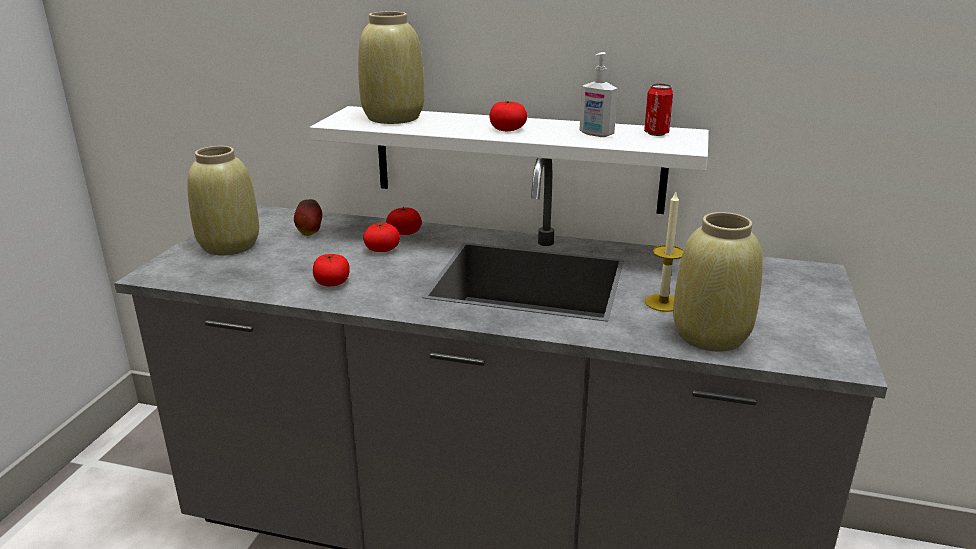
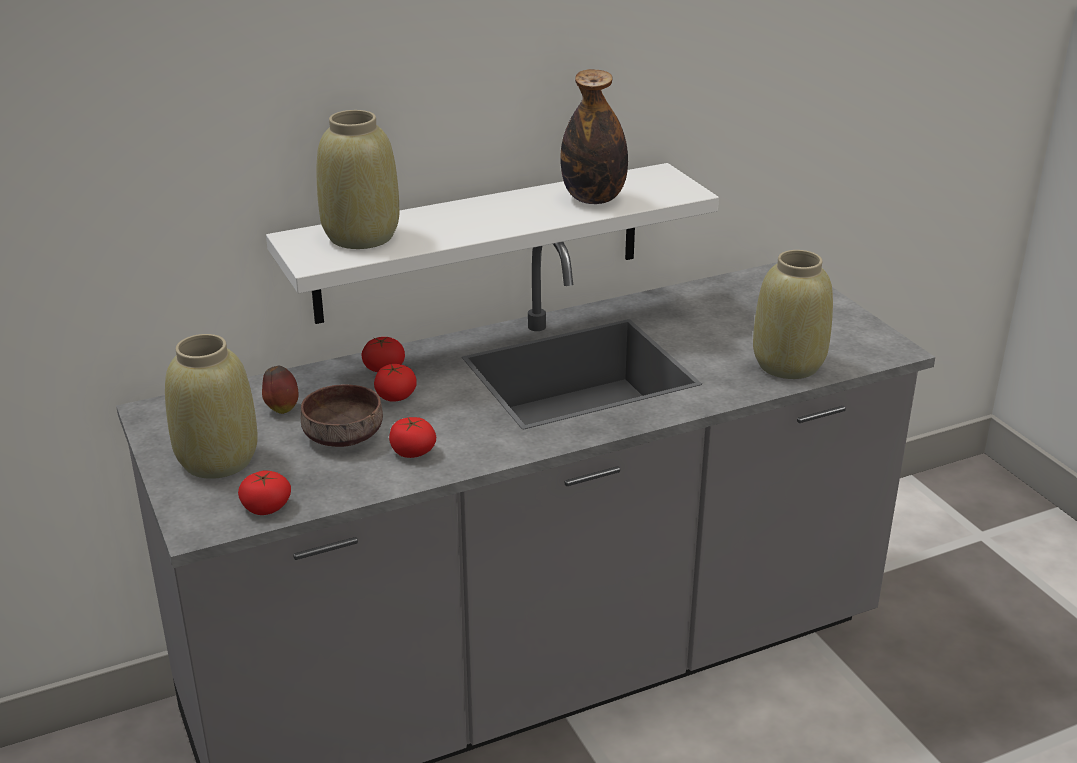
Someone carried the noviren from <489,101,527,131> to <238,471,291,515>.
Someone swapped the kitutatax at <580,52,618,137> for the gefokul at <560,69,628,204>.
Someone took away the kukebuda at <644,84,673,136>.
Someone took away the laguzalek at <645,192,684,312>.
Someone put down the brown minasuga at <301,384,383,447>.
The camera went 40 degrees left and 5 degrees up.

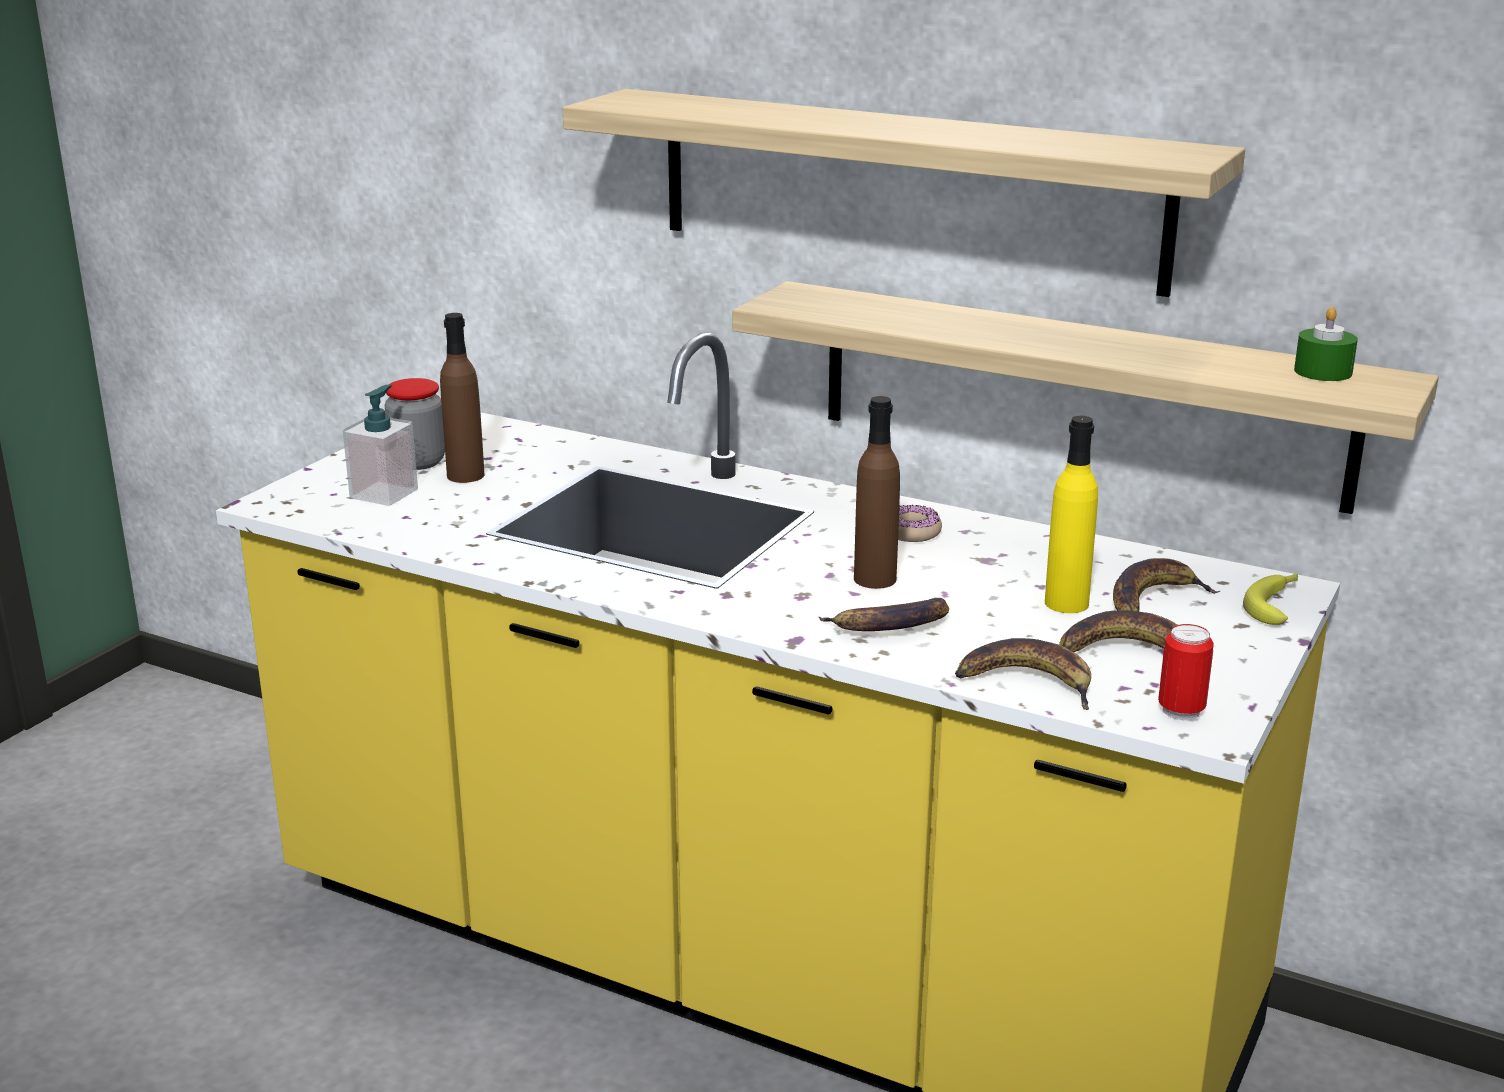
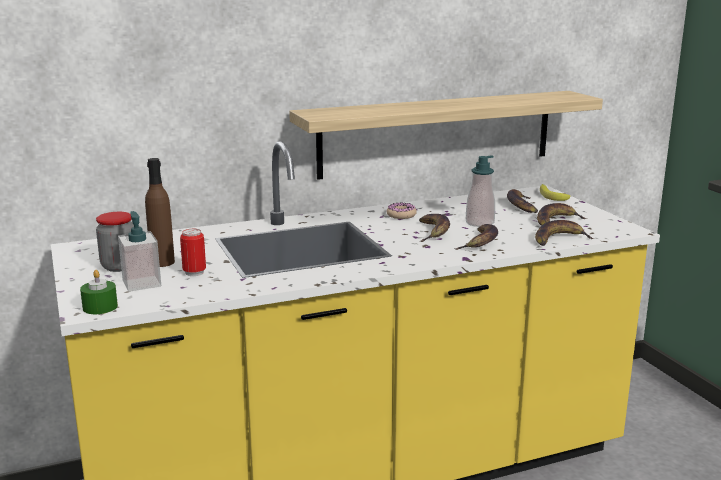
Someone took away the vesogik at <562,89,1245,297>.
Someone swapped the brown gefokul at <854,396,900,589> for the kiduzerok at <419,214,450,242>.
Someone took away the yellow gefokul at <1045,416,1098,613>.
Someone carried the kukebuda from <1158,624,1214,720> to <180,229,206,276>.
Someone carried the green laguzalek from <1294,307,1358,381> to <80,270,118,314>.
Someone put down the kitutatax at <466,155,495,227>.
The camera went 50 degrees left and 5 degrees down.

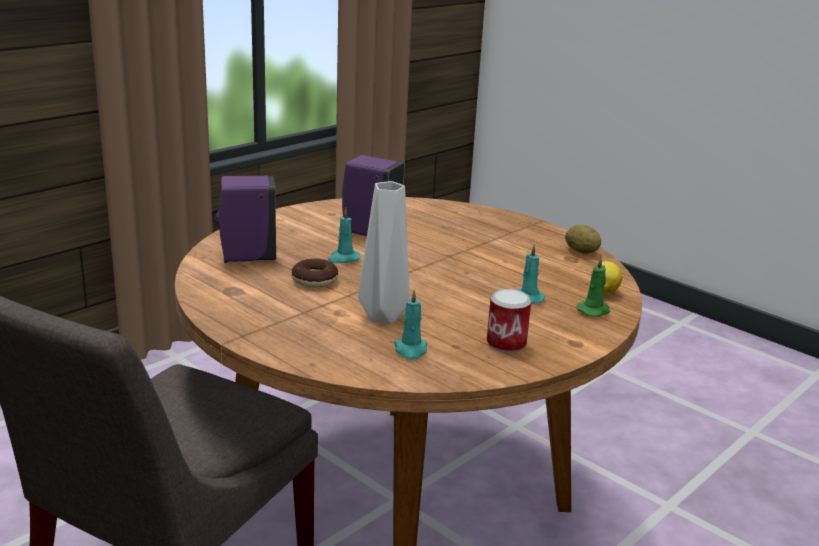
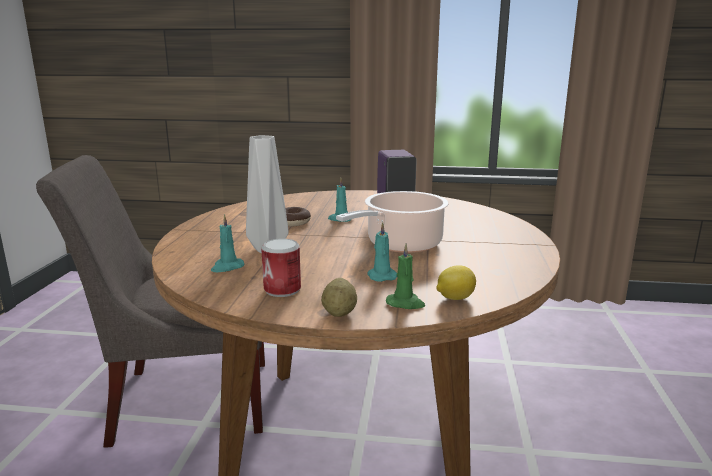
Someone took away the purple kitutatax at <215,176,276,263>.
Someone carried the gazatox from <565,224,601,254> to <321,278,357,317>.
Someone put down the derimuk at <336,191,449,253>.
The camera went 55 degrees right and 5 degrees down.

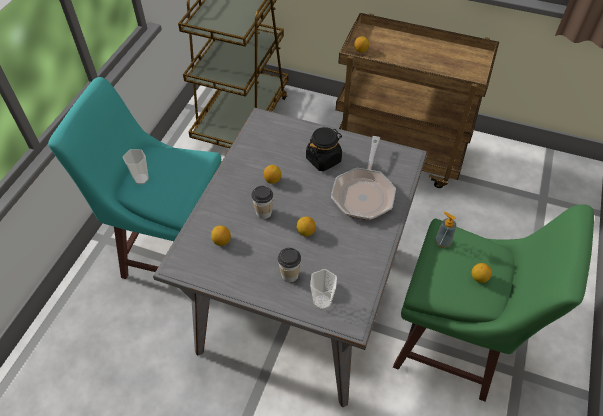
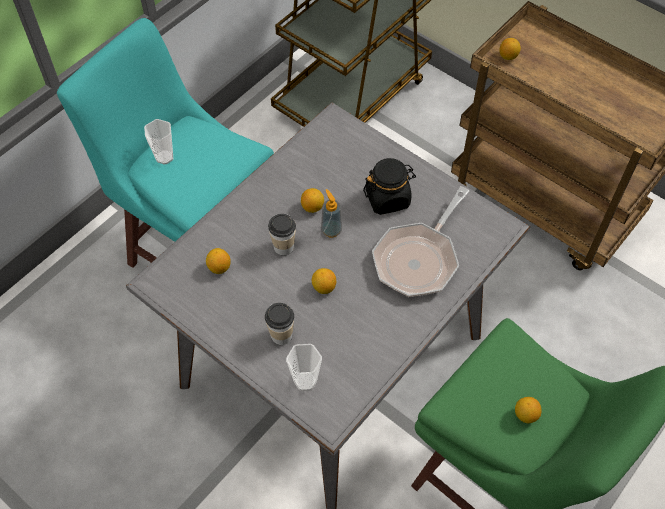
Someone carried the kitutatax from <435,211,456,248> to <321,189,342,238>.
The camera went 20 degrees right and 5 degrees up.

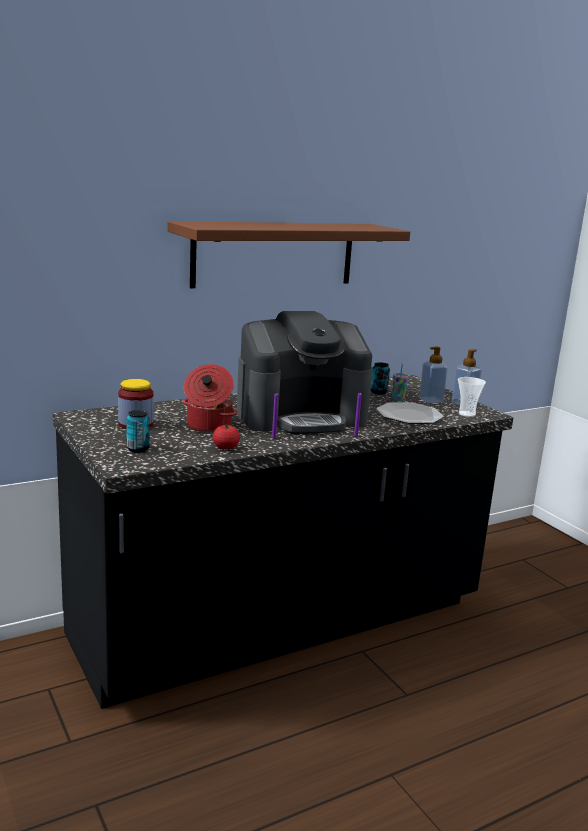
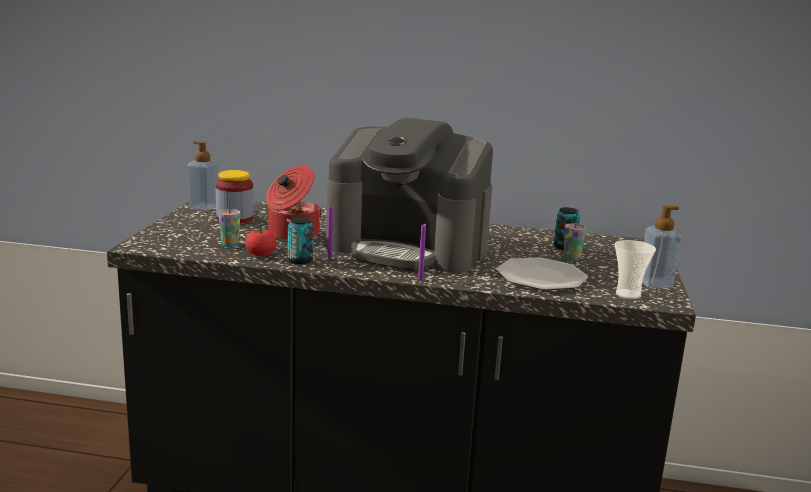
Someone carried the kukebuda from <126,410,149,453> to <288,217,313,264>.
Someone took away the brown vesogik at <167,221,410,288>.
Someone carried the kitutatax from <419,346,448,403> to <187,141,219,211>.
Someone put down the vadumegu at <219,195,240,247>.
The camera went 40 degrees right and 0 degrees up.

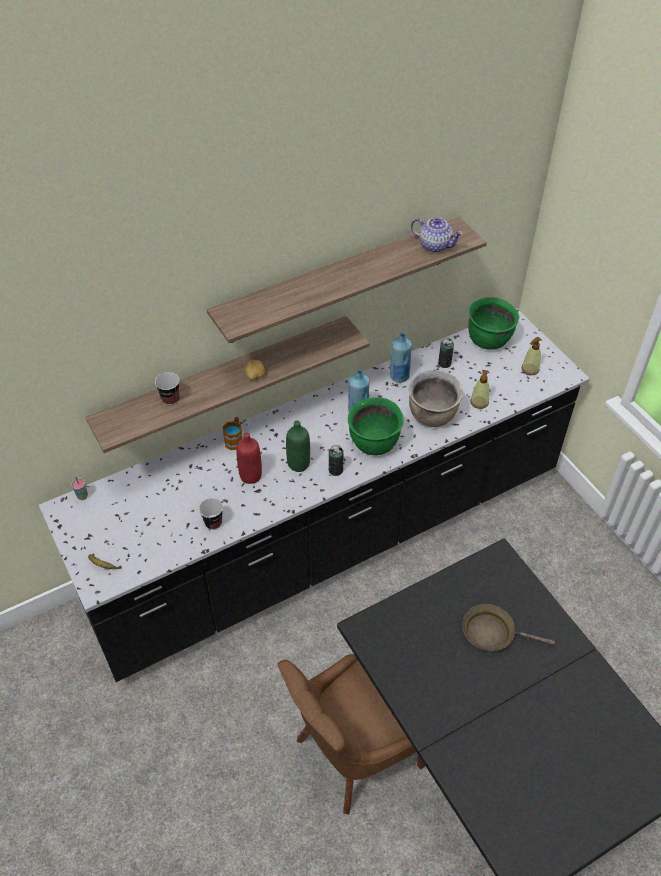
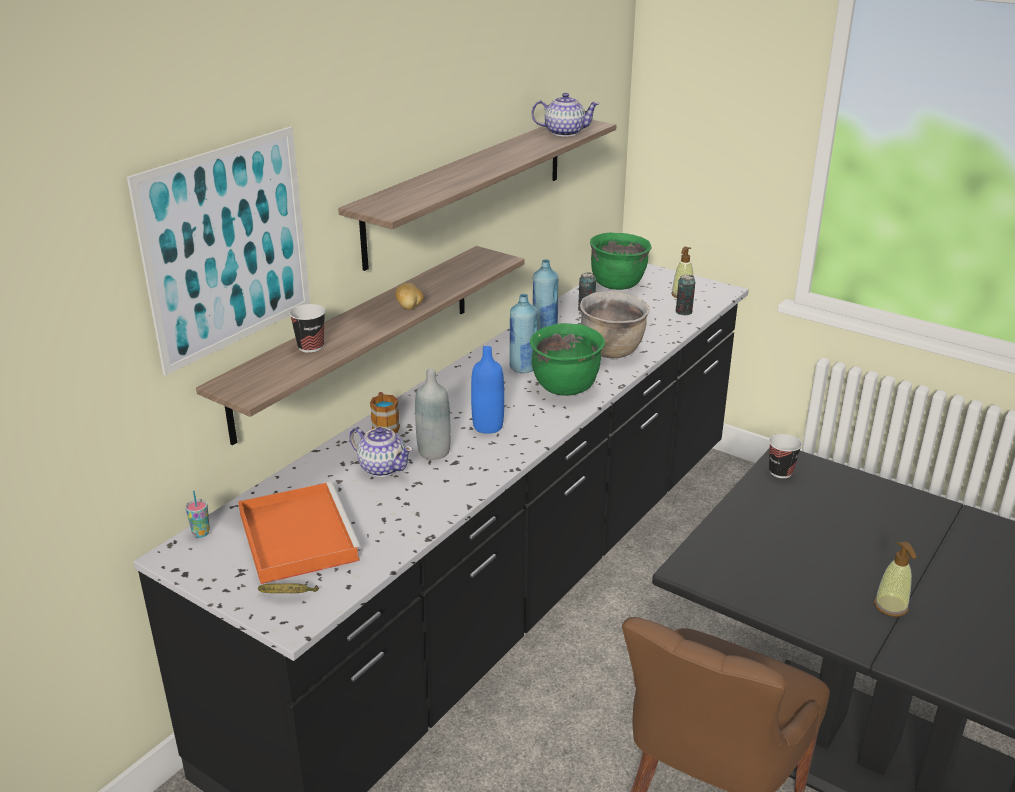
Someone carried the vadumegu from <199,498,223,530> to <769,434,802,478>.
Someone repainted the red gefokul at <236,433,262,484>, which became the grey gefokul at <415,369,451,460>.
Someone repainted the green gefokul at <286,421,310,472>, which became the blue gefokul at <471,346,504,434>.
Someone carried the kukebuda from <329,445,344,476> to <675,275,695,315>.
Someone took away the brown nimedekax at <463,604,555,651>.
Someone carried the kitutatax from <470,370,490,409> to <874,541,916,617>.
Someone put up the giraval at <127,127,310,376>.
Someone put down the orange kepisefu at <238,482,362,584>.
Someone put down the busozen at <349,427,413,477>.
The camera went 25 degrees left and 20 degrees down.

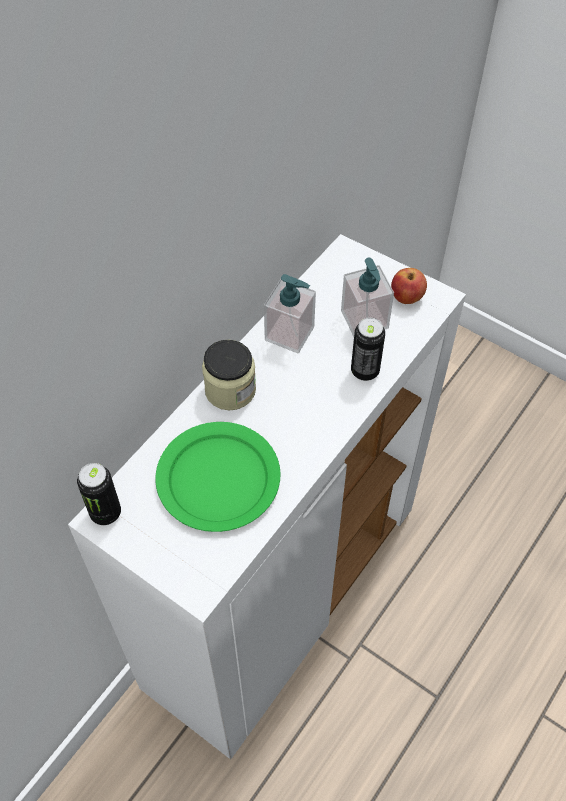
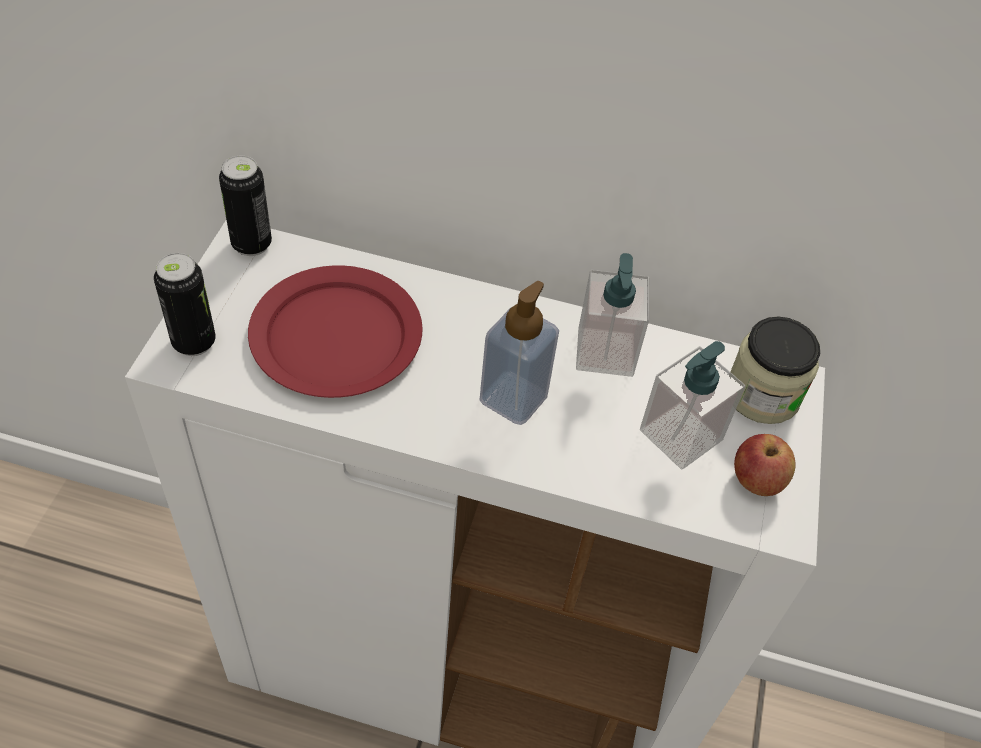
Someone repainted the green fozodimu at <155,422,281,532>, which became the red fozodimu at <248,265,423,398>.
Someone carried the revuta from <202,340,256,410> to <730,316,820,424>.
Someone carried the kukebuda from <351,317,385,381> to <154,253,216,356>.
Someone put down the kitutatax at <479,281,559,425>.
The camera went 65 degrees right and 5 degrees down.

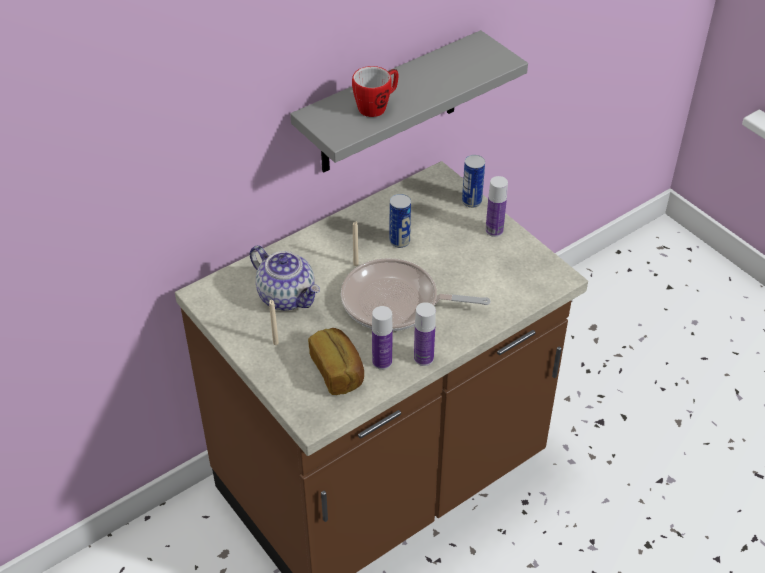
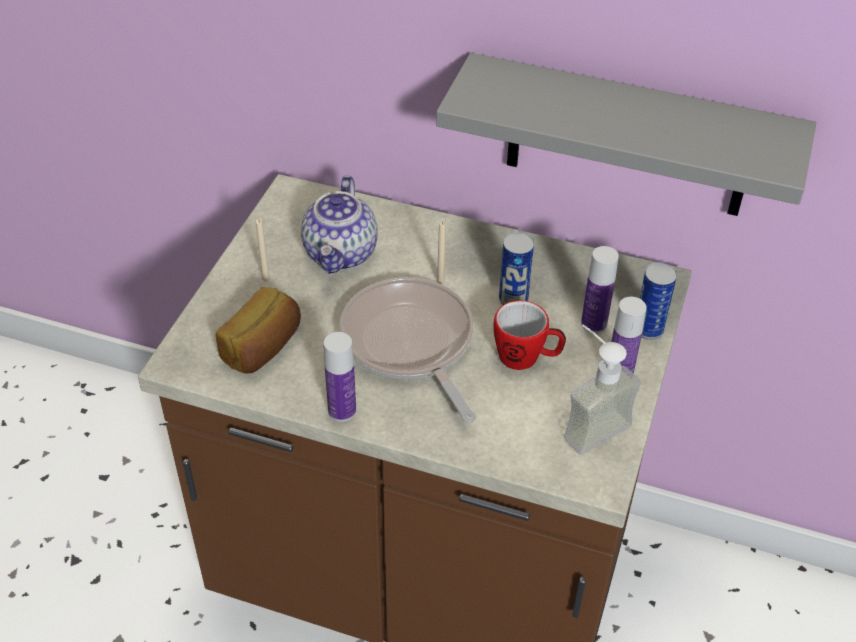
Someone carried the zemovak from <352,66,399,117> to <494,300,566,370>.
Someone carried the gefokul from <372,306,393,370> to <581,246,619,333>.
Someone put down the kitutatax at <564,324,641,455>.
The camera went 55 degrees right and 0 degrees up.

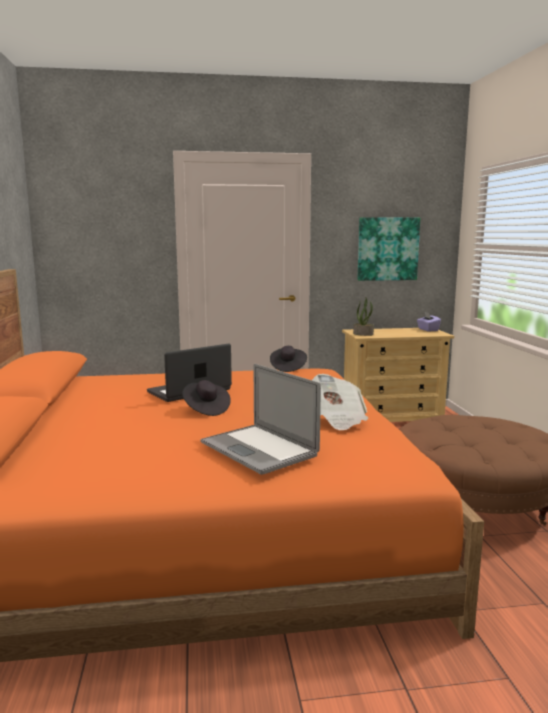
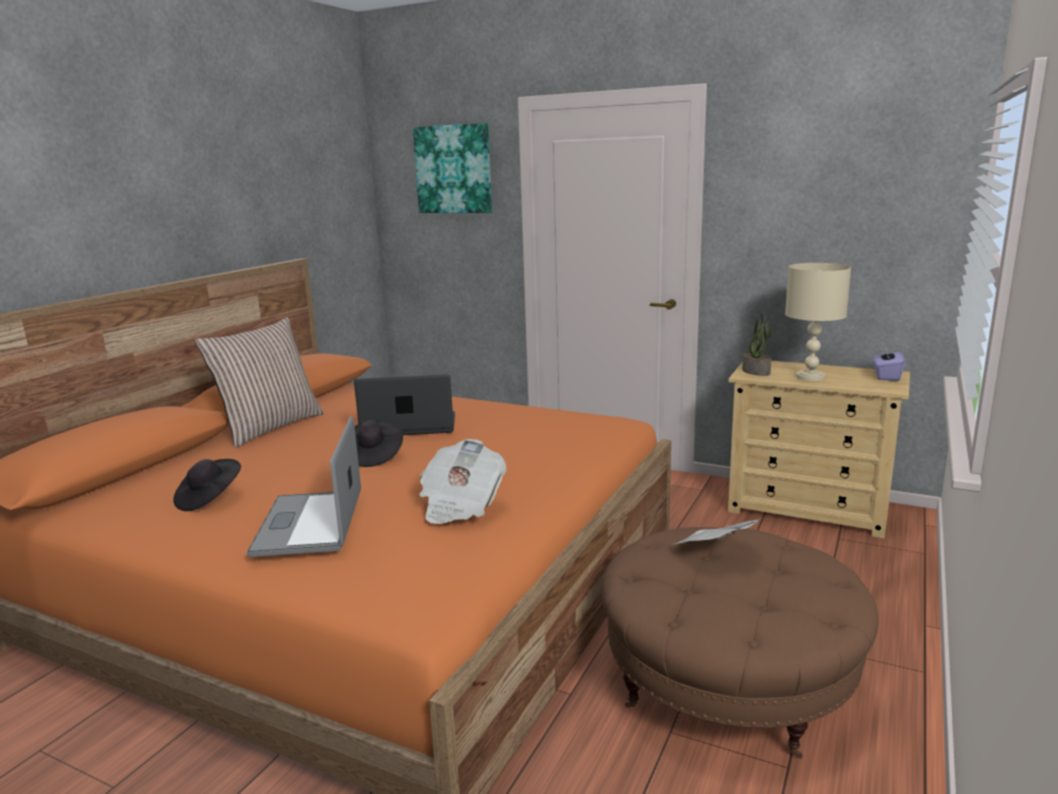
Someone carried the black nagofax from <270,346,307,372> to <173,459,241,511>.
Someone carried the giraval from <357,217,420,281> to <413,123,492,213>.
Someone put down the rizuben at <194,317,324,448>.
Someone put down the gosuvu at <671,518,763,545>.
Someone put down the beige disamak at <785,263,851,381>.
The camera went 35 degrees right and 5 degrees up.

